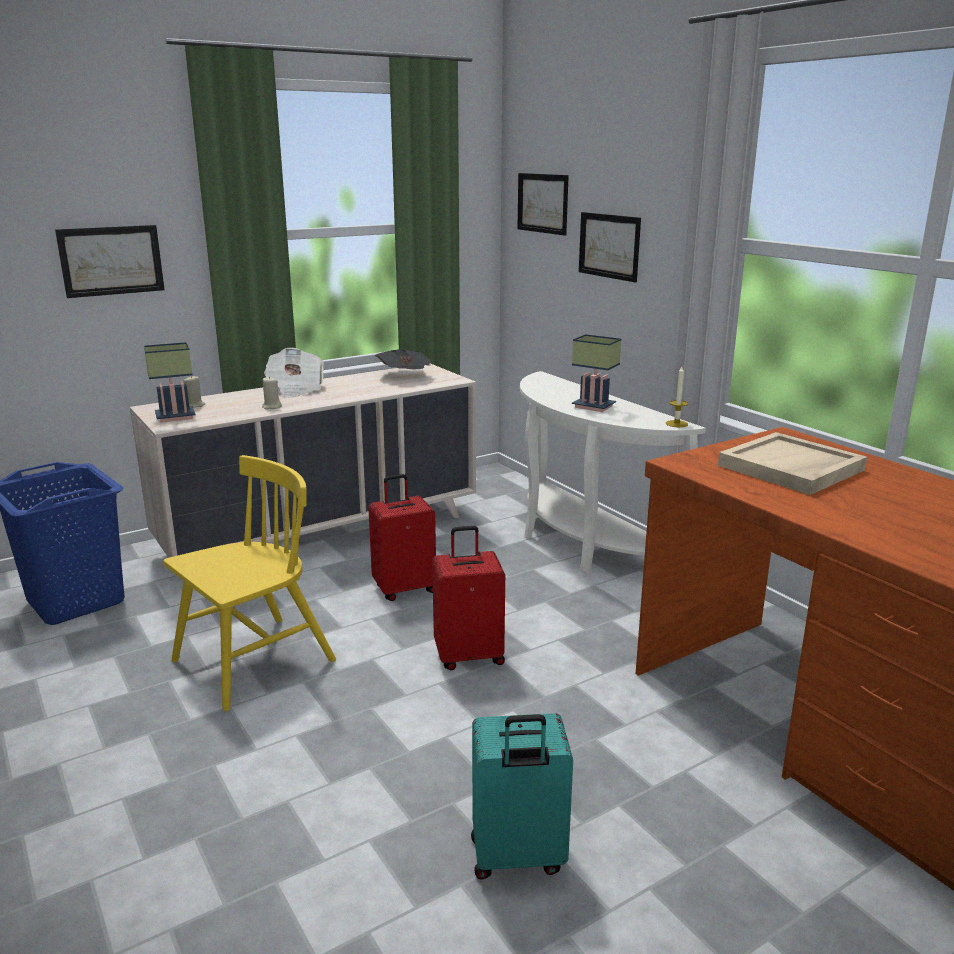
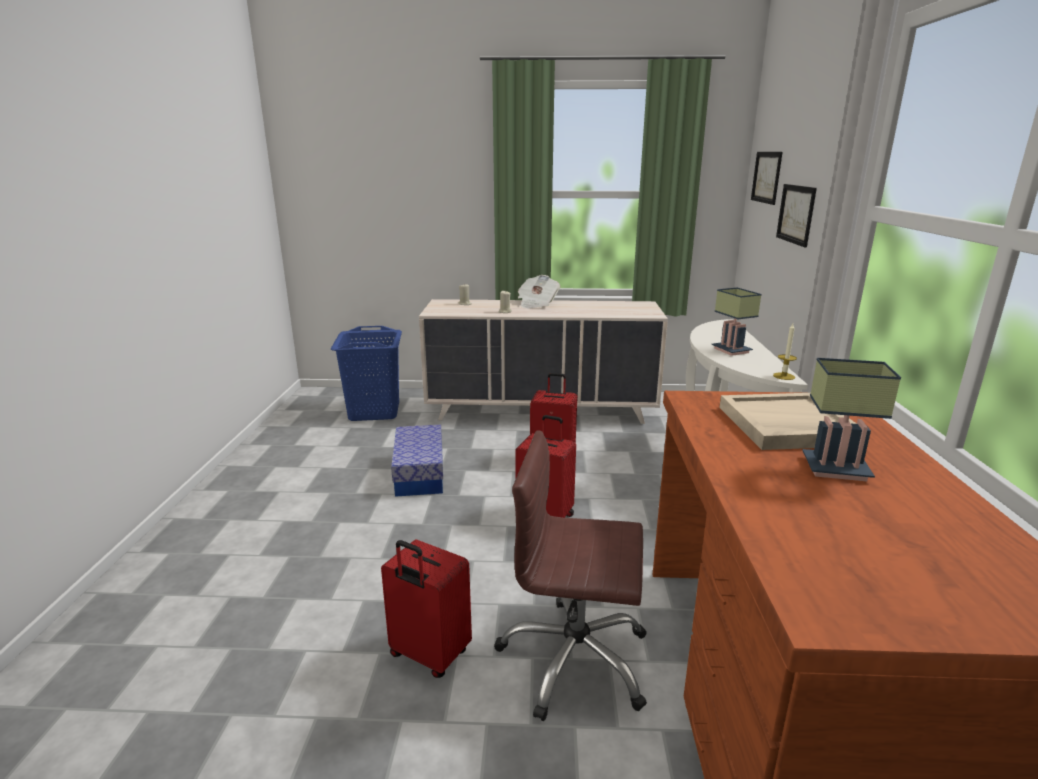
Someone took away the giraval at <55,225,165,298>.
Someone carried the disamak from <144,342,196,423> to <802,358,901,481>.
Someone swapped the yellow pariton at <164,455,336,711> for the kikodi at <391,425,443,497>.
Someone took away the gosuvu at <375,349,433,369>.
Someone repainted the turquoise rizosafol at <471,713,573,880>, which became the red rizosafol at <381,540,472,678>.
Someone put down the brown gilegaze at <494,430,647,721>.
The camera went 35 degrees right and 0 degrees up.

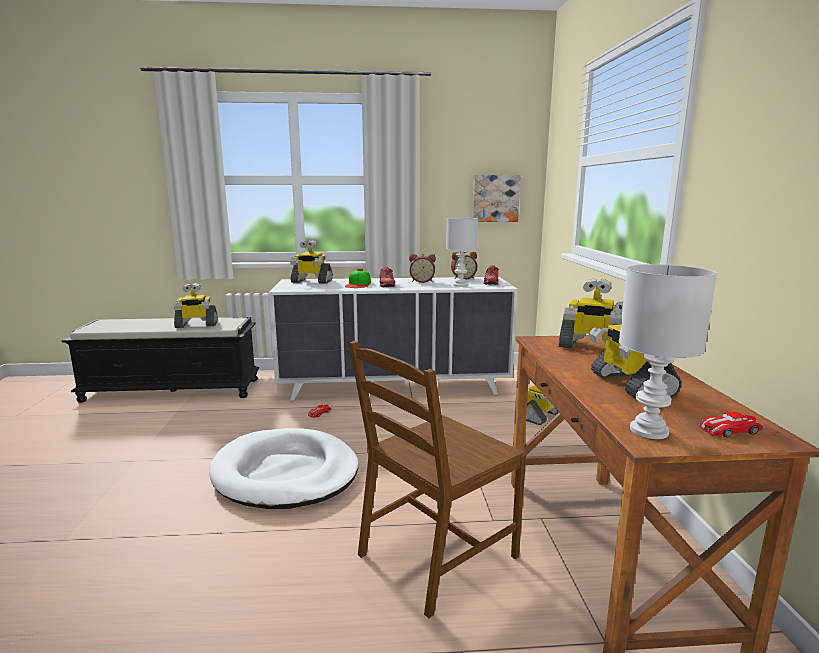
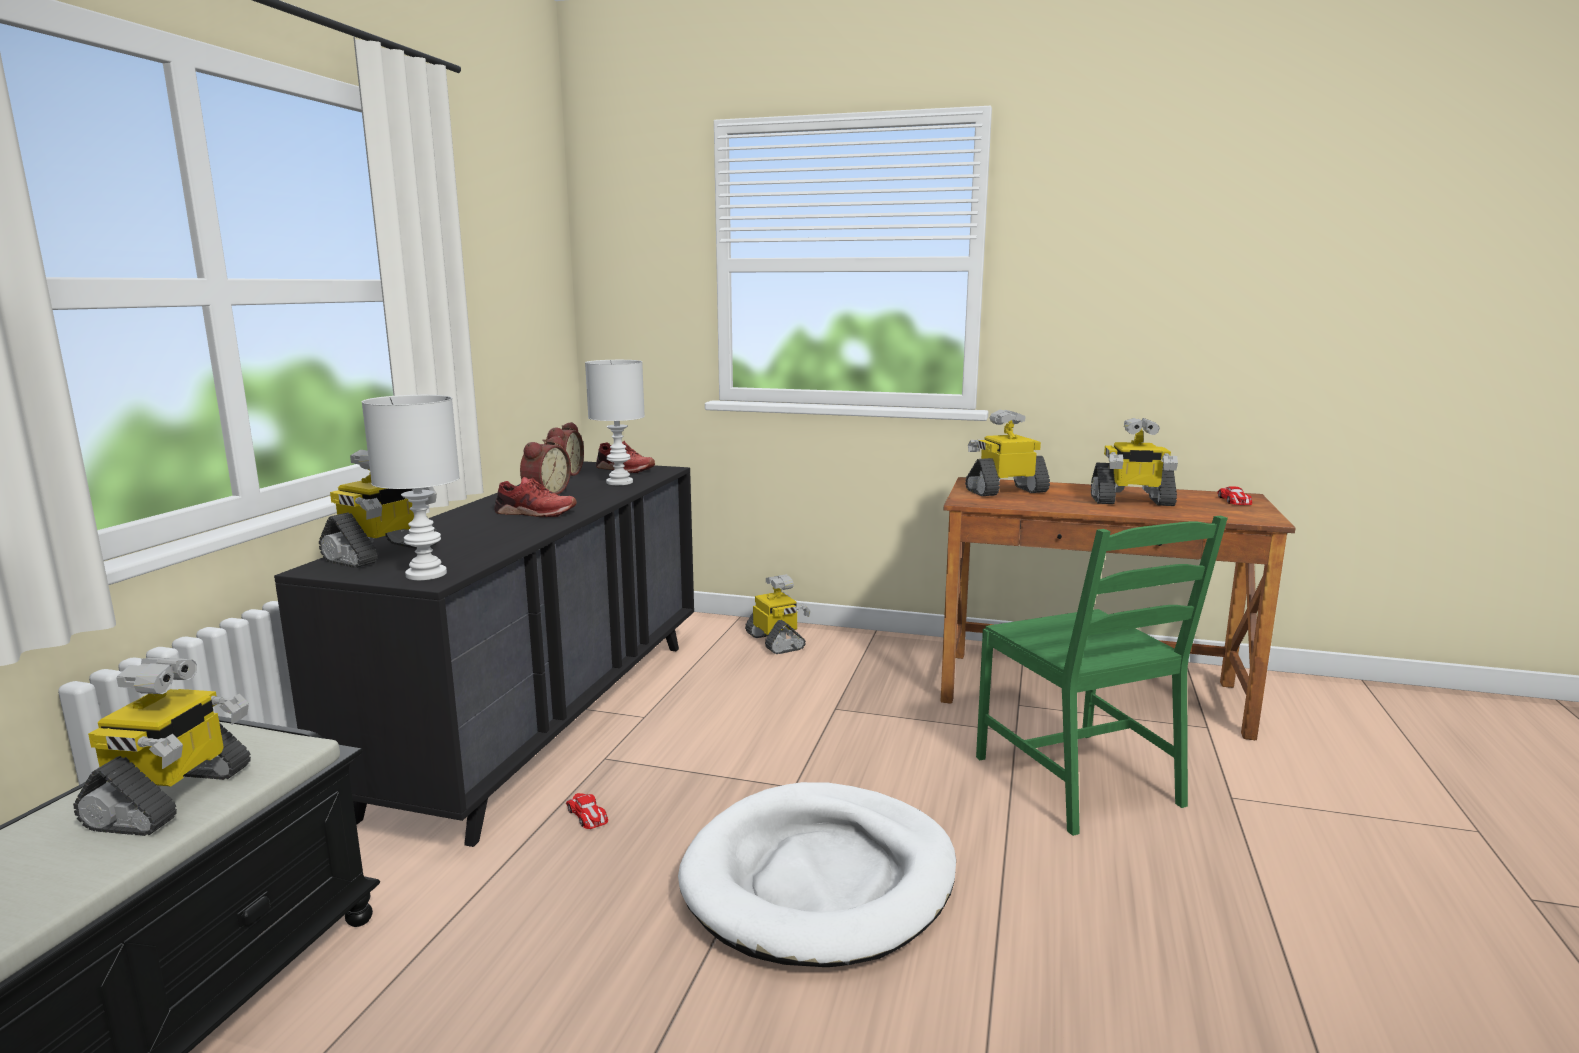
Someone repainted the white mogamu at <268,277,517,401>, which became the black mogamu at <274,461,694,847>.
Someone took away the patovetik at <345,268,371,288>.
Someone repainted the brown pariton at <349,341,526,619>, which became the green pariton at <976,516,1228,836>.
Someone took away the giraval at <473,175,520,222>.
Someone rotated the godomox at <559,278,622,348> by 150 degrees counterclockwise.
Someone carried the white disamak from <619,264,717,439> to <362,395,460,580>.
The camera went 70 degrees left and 0 degrees up.

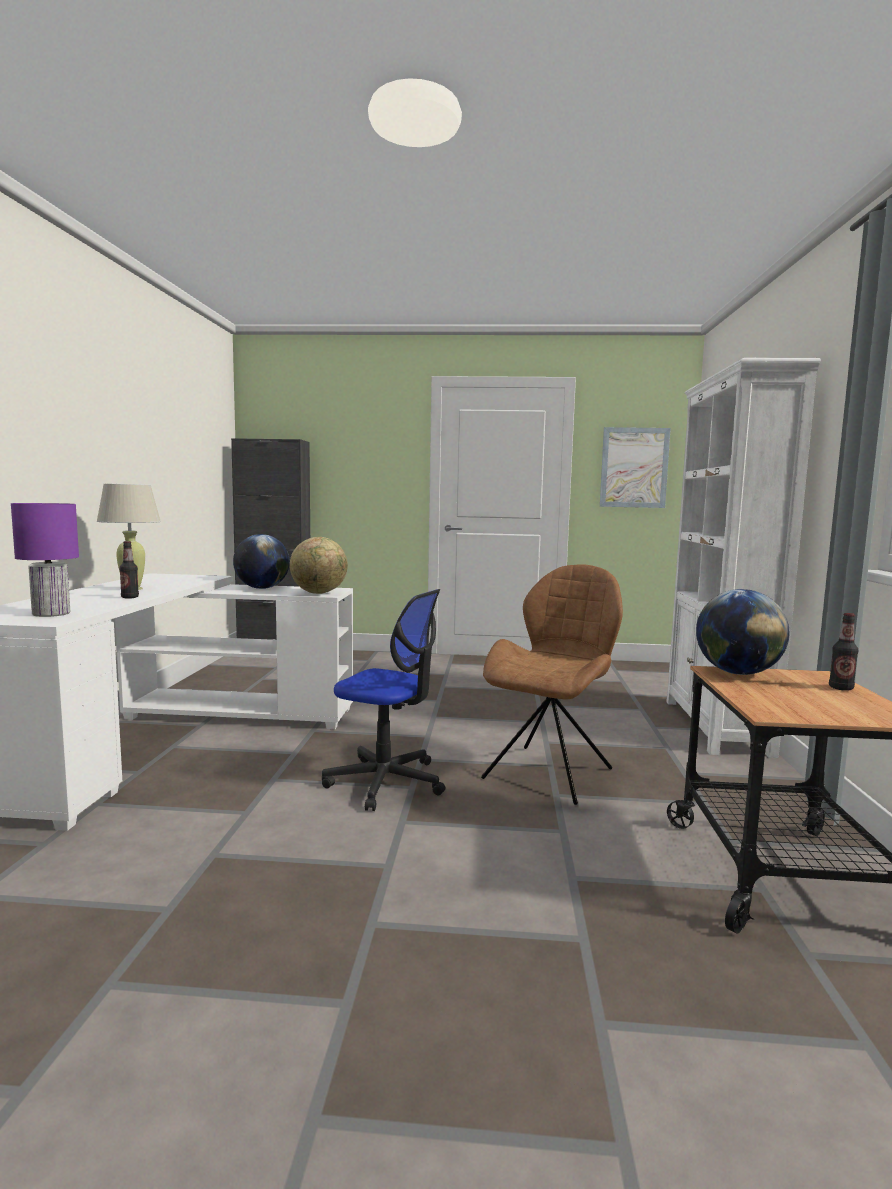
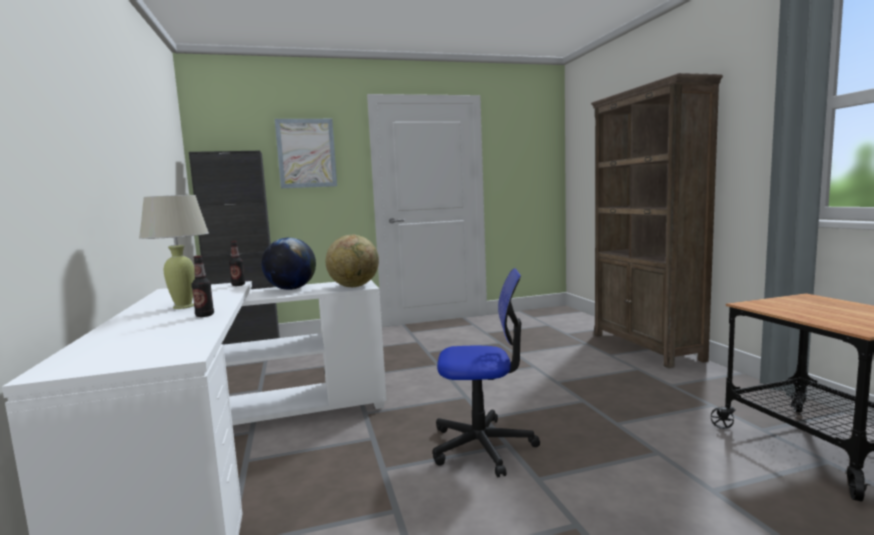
Someone took away the purple disamak at <11,503,79,617>.
Someone took away the brown pariton at <481,564,623,805>.
Someone carried the giraval from <600,427,671,508> to <275,119,337,188>.
Someone repainted the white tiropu at <666,358,821,758>, which became the brown tiropu at <591,73,723,368>.
Someone took away the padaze at <696,589,789,675>.
Someone carried the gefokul from <829,613,859,691> to <229,241,245,286>.
The camera went 20 degrees left and 0 degrees up.

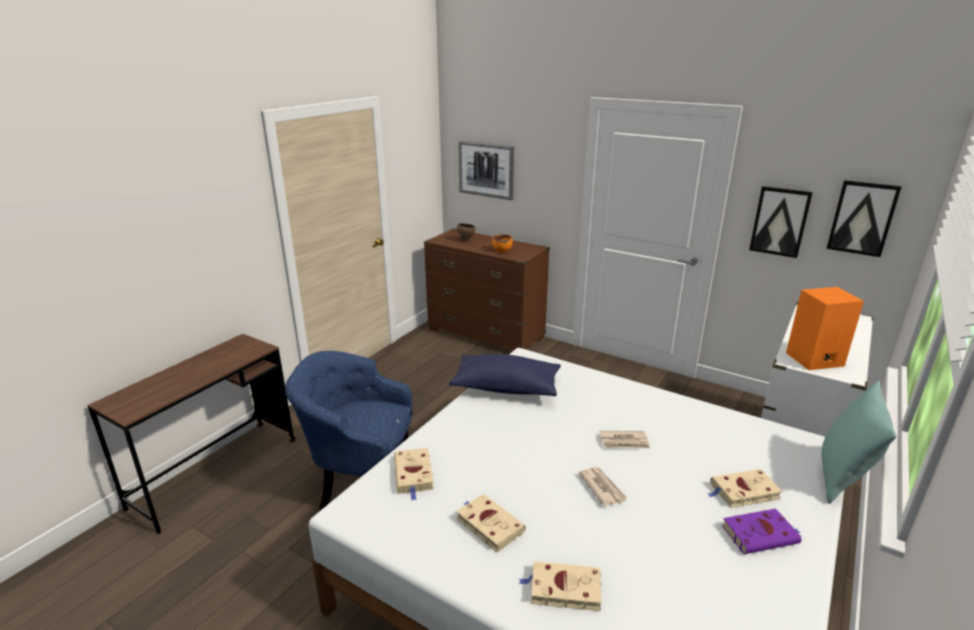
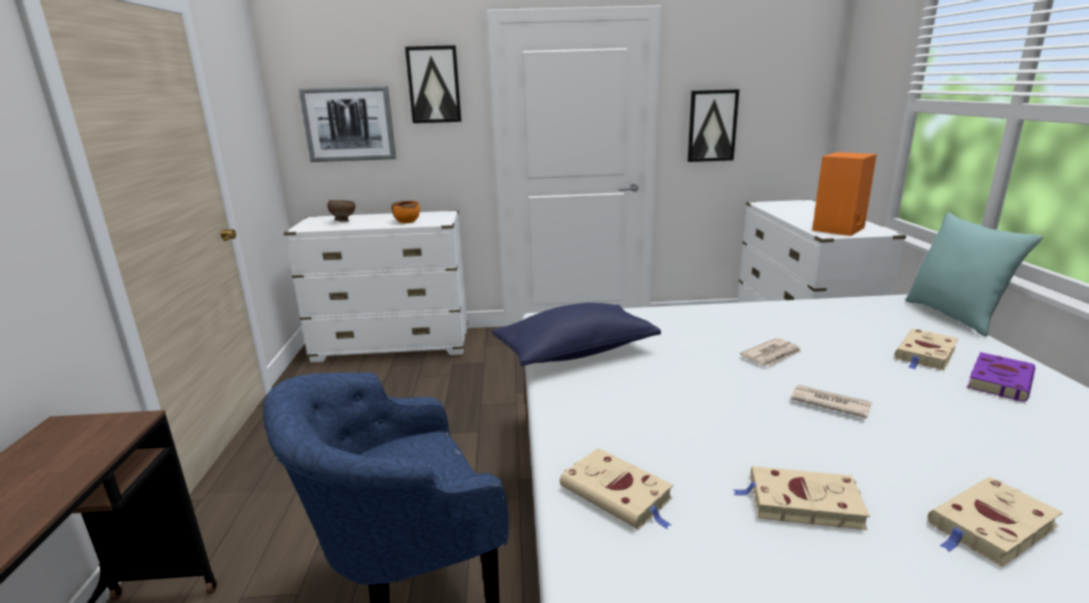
Someone repainted the brown mogamu at <424,229,550,351>, which became the white mogamu at <284,210,468,362>.
Someone carried the giraval from <826,180,901,257> to <405,45,461,123>.
The camera went 35 degrees left and 5 degrees down.

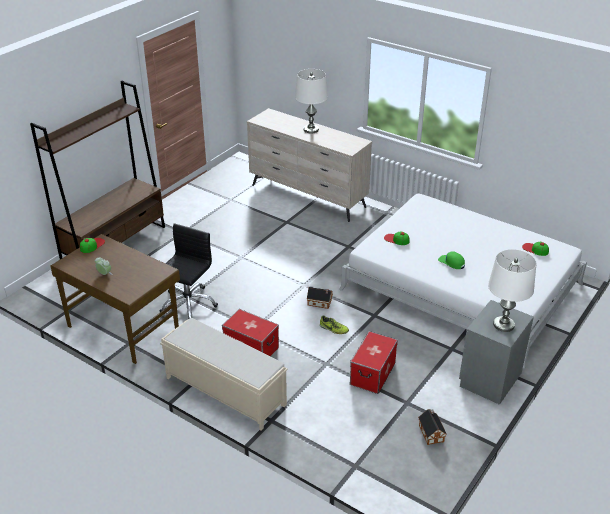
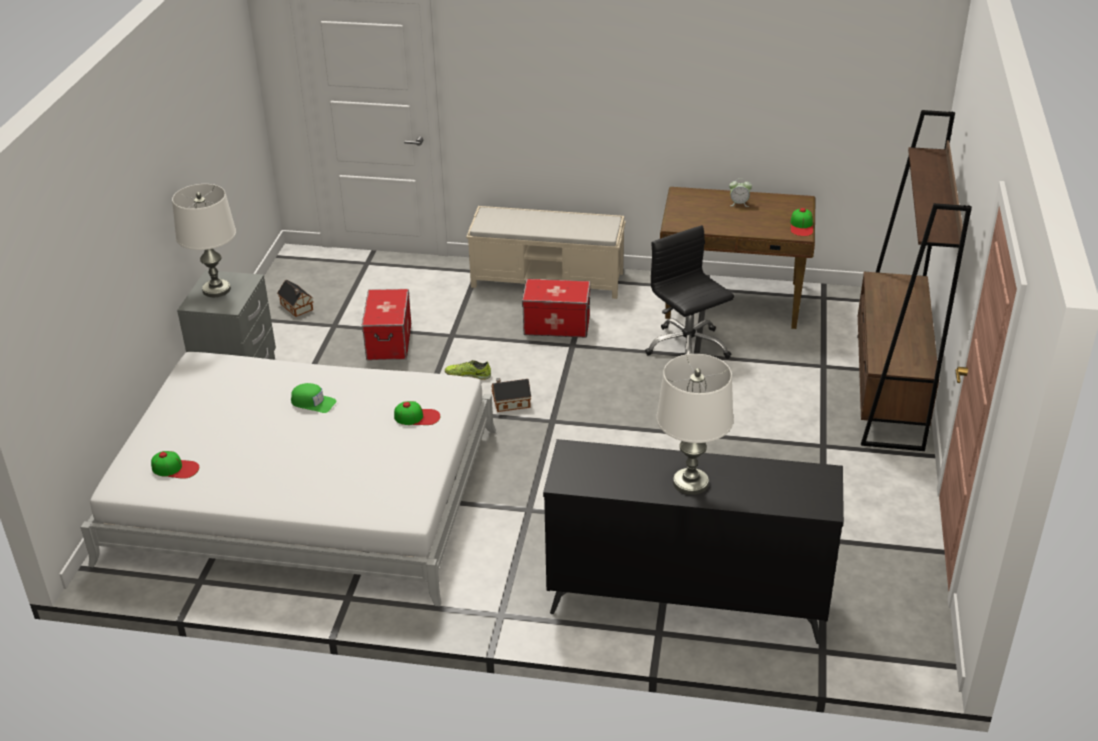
Someone rotated the black gilegaze at <160,223,218,319> by 150 degrees clockwise.
Someone repainted the beige mogamu at <247,108,372,222>, which became the black mogamu at <543,439,844,644>.
The camera went 155 degrees right and 0 degrees up.

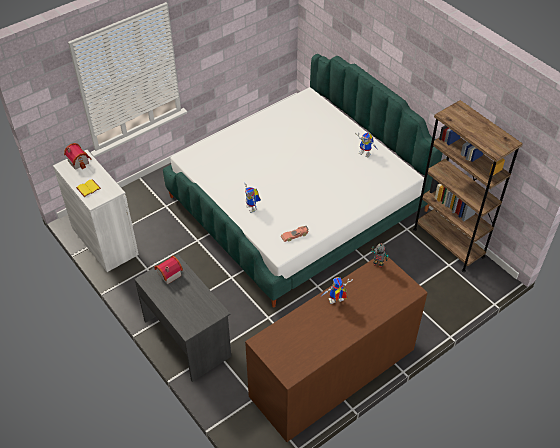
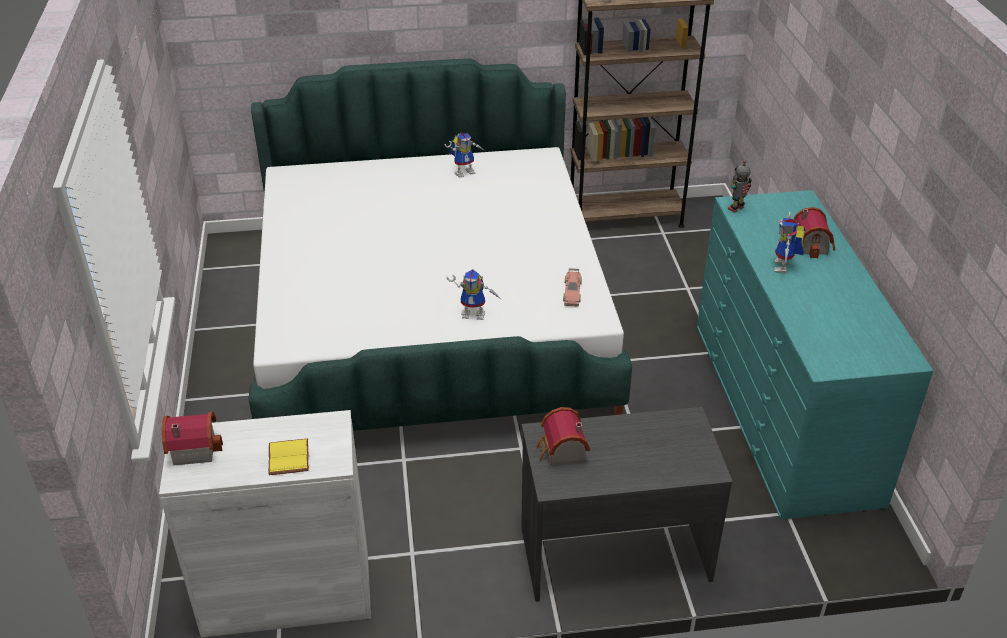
Someone repainted the brown mogamu at <245,257,428,442>, which became the turquoise mogamu at <697,190,934,519>.
Someone put down the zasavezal at <794,207,835,259>.
The camera went 60 degrees left and 10 degrees down.

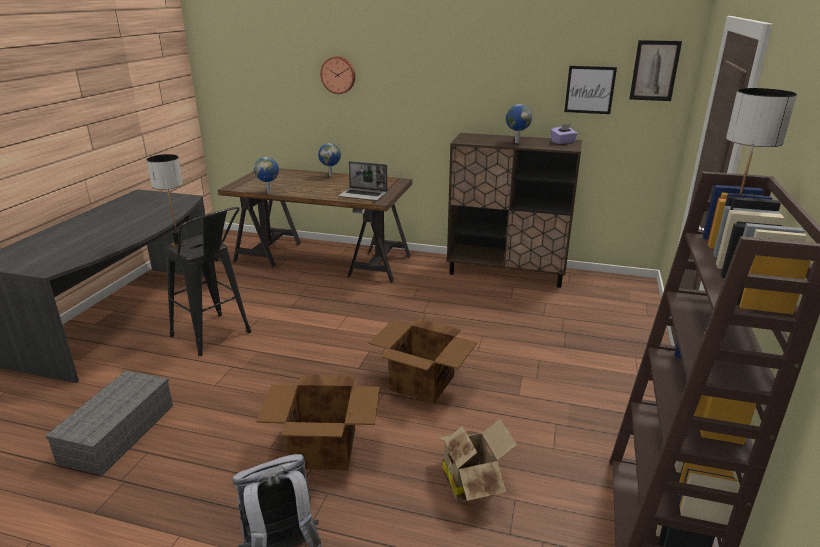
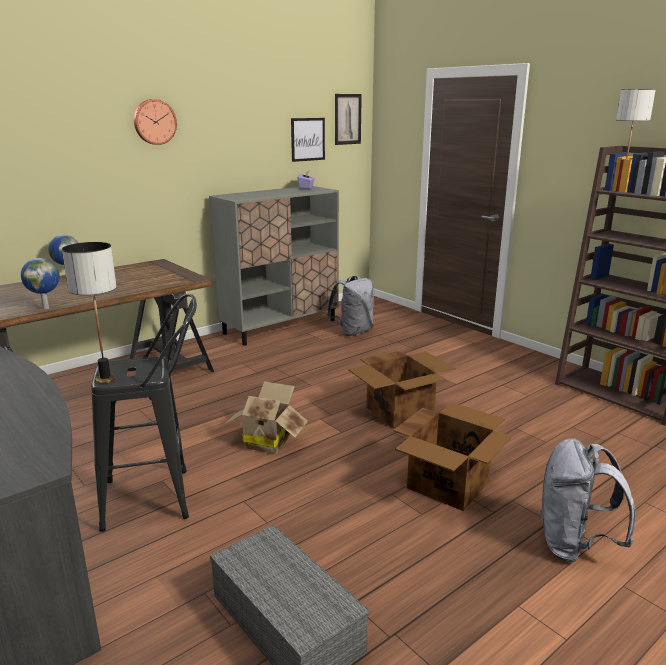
Someone carried the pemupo from <320,56,355,94> to <134,99,177,145>.
Someone took away the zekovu at <338,161,388,201>.
Someone carried the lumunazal from <438,419,517,502> to <225,381,308,454>.
Someone repainted the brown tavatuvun at <447,133,582,288>, which became the grey tavatuvun at <209,186,339,346>.
Someone took away the padaze at <506,104,532,143>.
Someone put down the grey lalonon at <326,276,374,336>.
The camera went 55 degrees left and 5 degrees down.

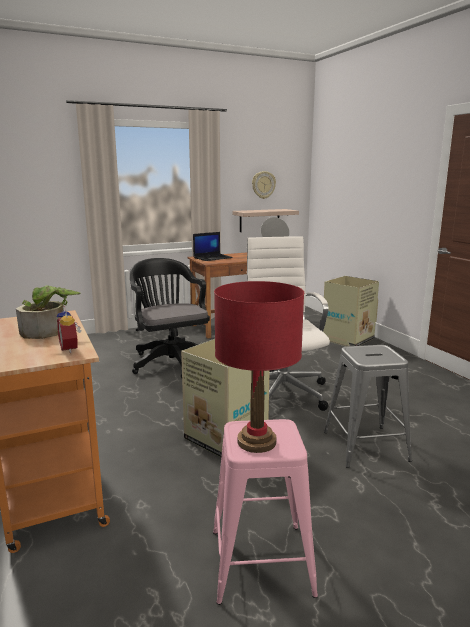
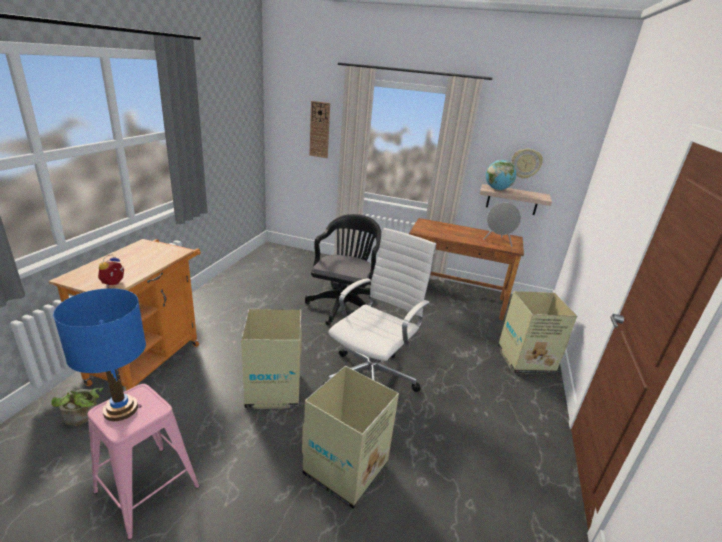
Someone carried the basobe from <16,285,81,339> to <51,387,103,426>.
Someone took away the zekovu at <193,232,233,261>.
Someone repainted the red disamak at <214,281,304,453>, which became the blue disamak at <53,288,146,421>.
Someone swapped the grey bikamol at <324,345,412,468> for the lumunazal at <302,366,399,509>.
Someone put up the pemupo at <309,101,330,158>.
Someone put down the padaze at <486,160,516,190>.
The camera went 40 degrees right and 10 degrees up.

